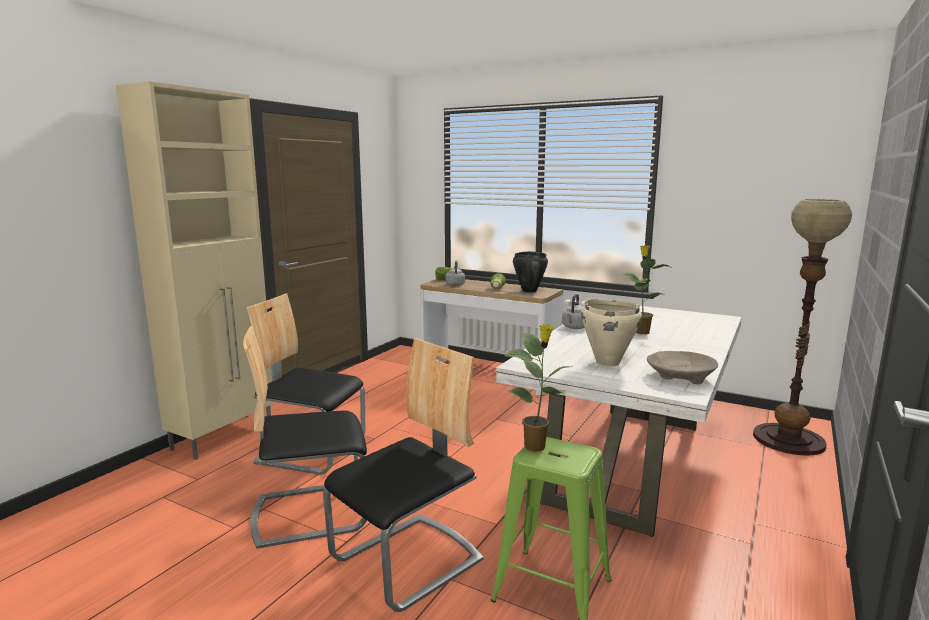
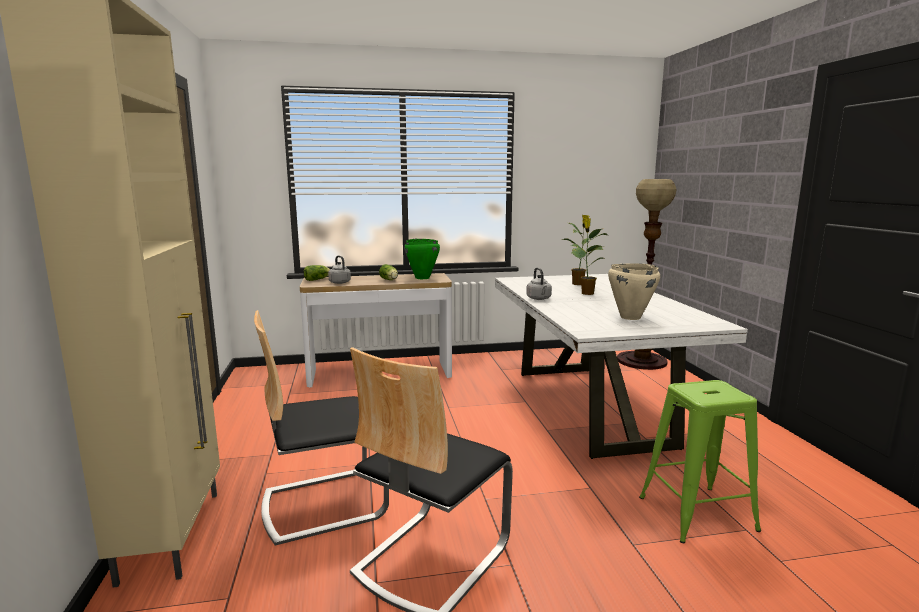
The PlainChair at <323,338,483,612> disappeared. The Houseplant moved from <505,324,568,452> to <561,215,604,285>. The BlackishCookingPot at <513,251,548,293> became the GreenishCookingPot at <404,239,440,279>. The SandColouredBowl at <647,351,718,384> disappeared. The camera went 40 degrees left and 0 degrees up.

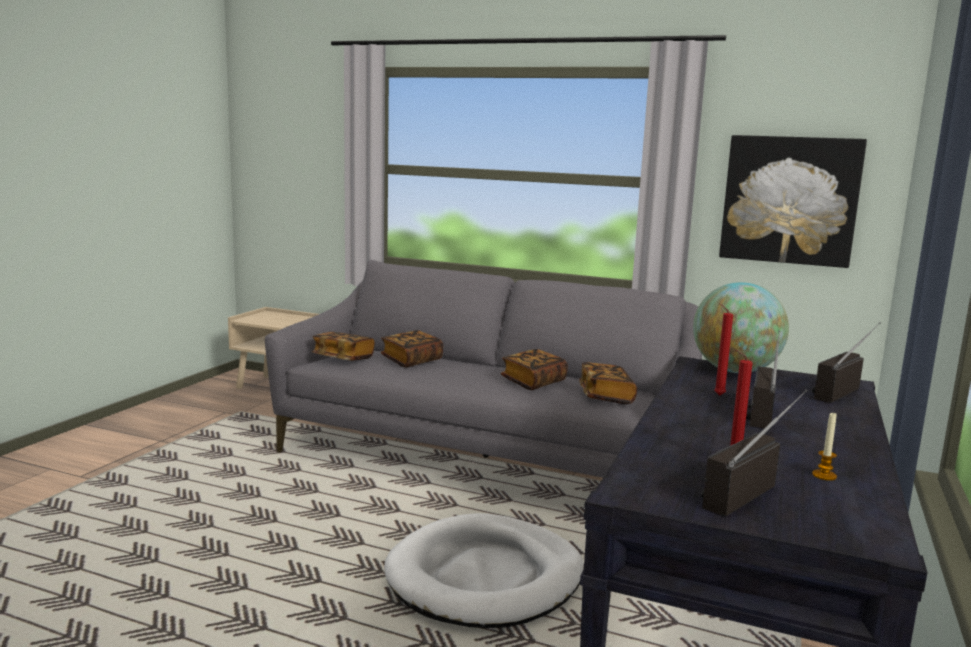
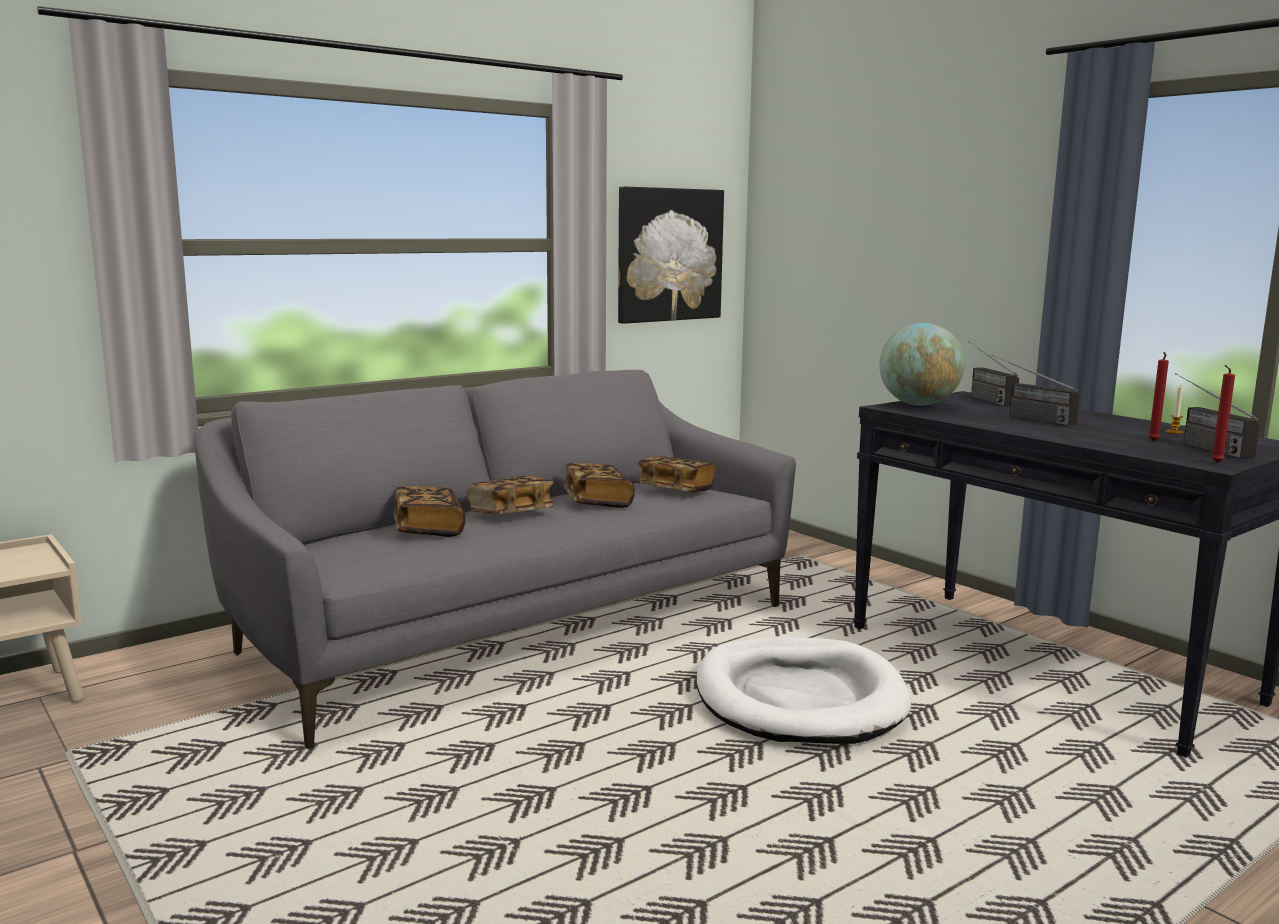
The Volume moved from <312,332,375,361> to <467,476,555,514>. The ReddishCandle moved from <714,303,733,396> to <1211,365,1235,463>. The camera went 60 degrees left and 0 degrees up.

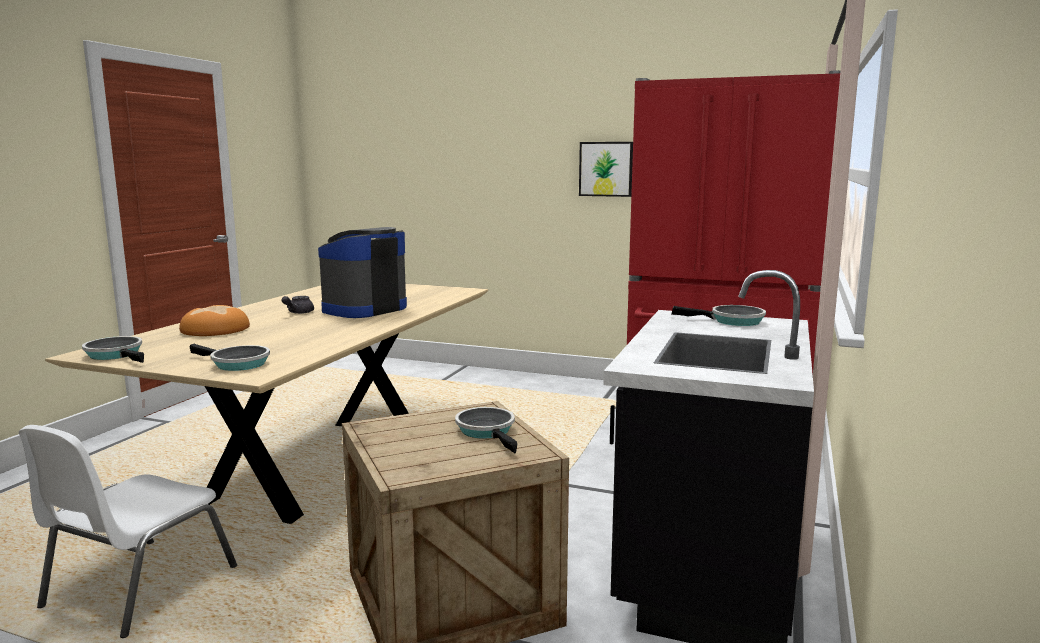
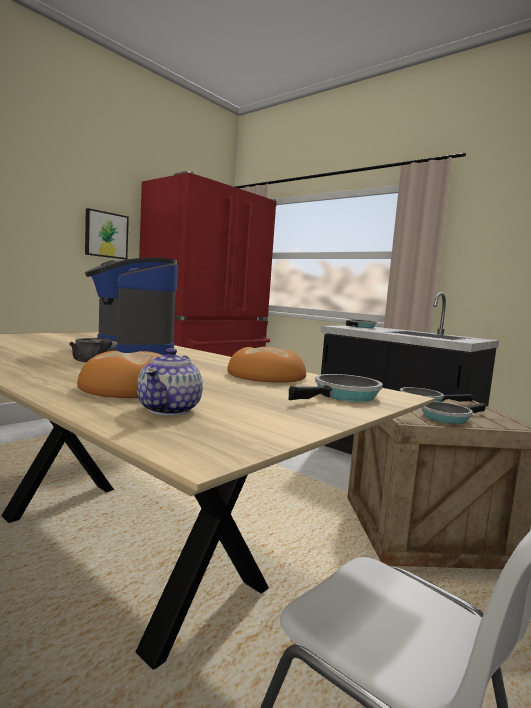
The FryingPan moved from <82,336,144,363> to <421,401,486,424>. The PotForTea at <137,348,203,416> appeared. The BakeryBread at <227,347,306,383> appeared. The camera went 70 degrees left and 5 degrees down.

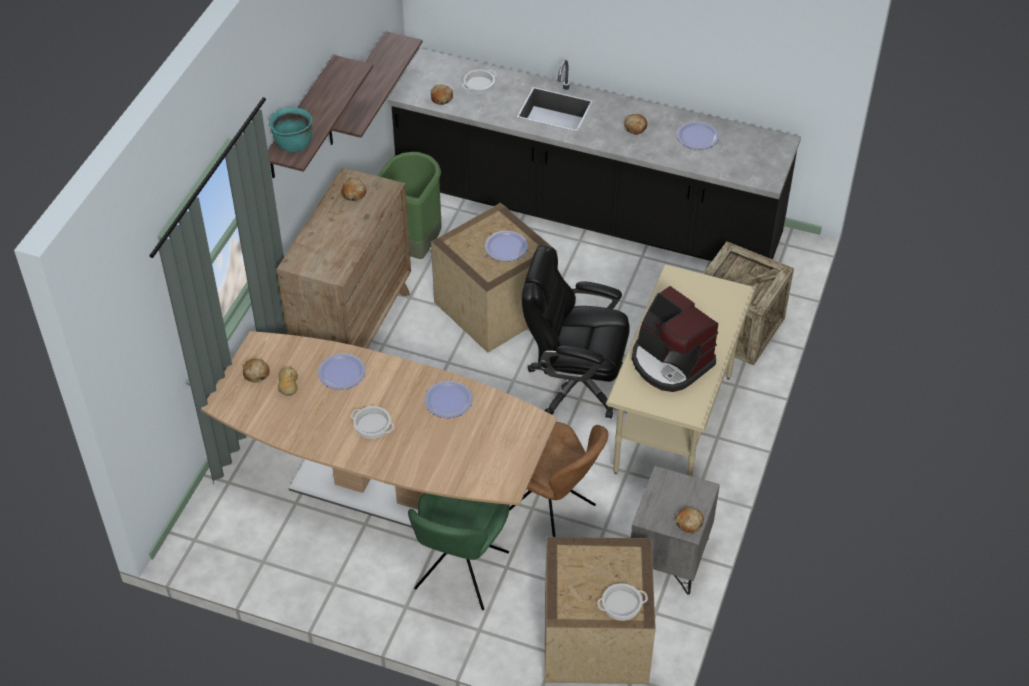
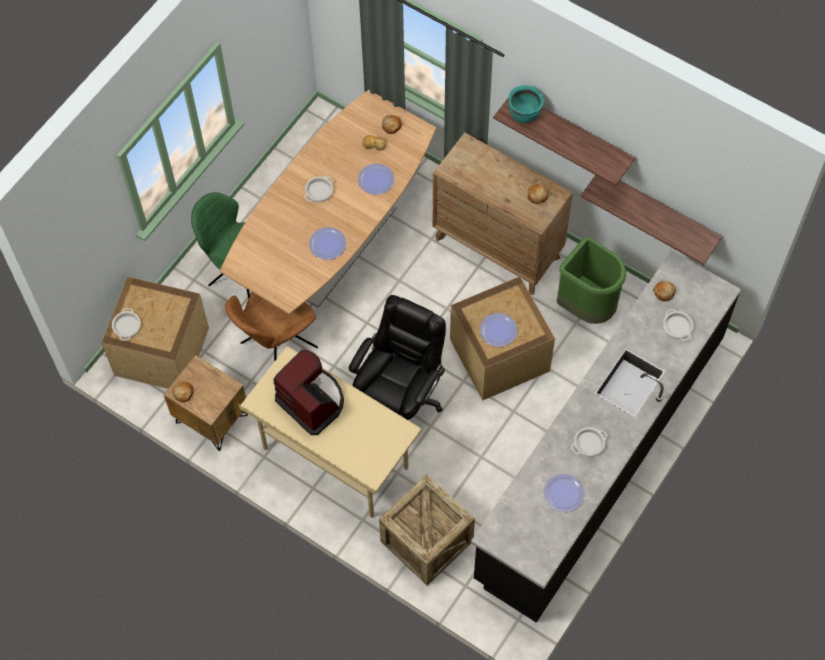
The BakeryBread at <624,114,647,135> was replaced by the CookingPot at <571,427,607,457>. The GreyBedsideTable at <631,466,720,595> became the BrownColouredBedsideTable at <164,355,248,451>. The CoffeeMaker at <632,286,718,392> turned 75 degrees clockwise. The camera went 105 degrees right and 15 degrees up.

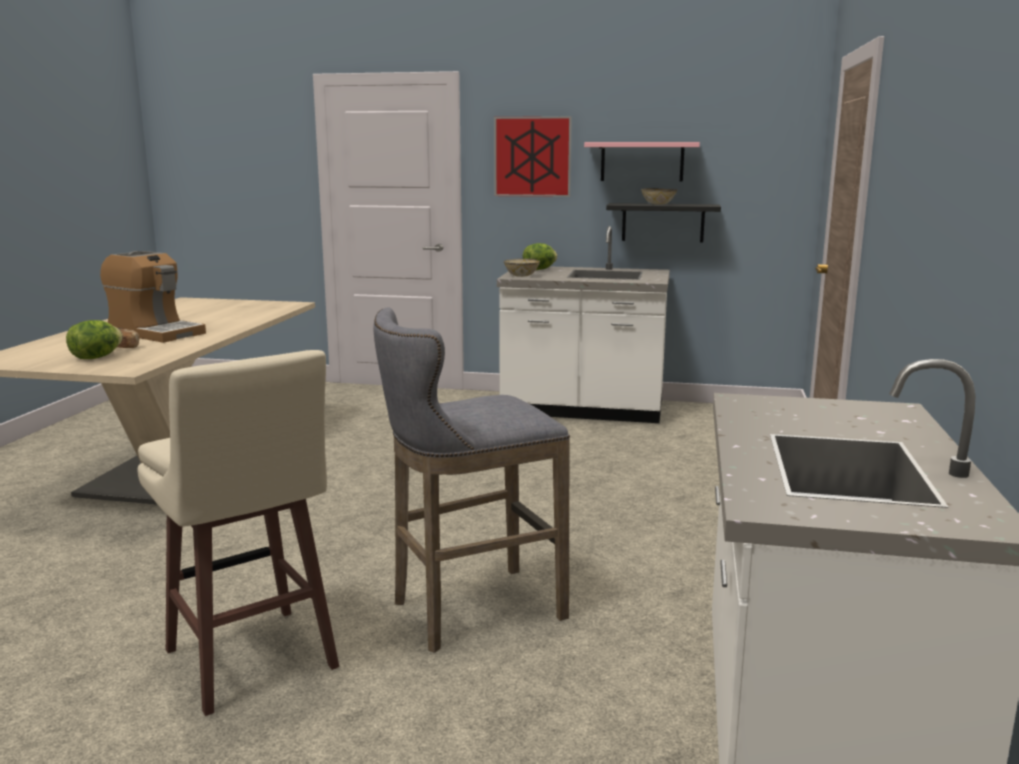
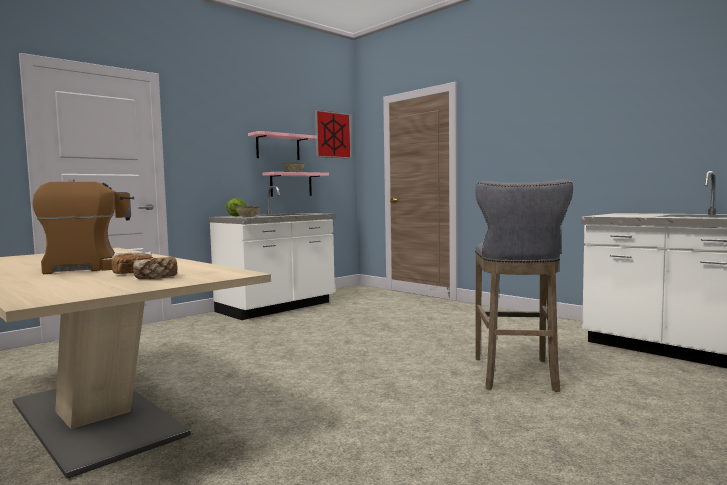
The LettuceHead at <66,320,123,359> was replaced by the BakeryBread at <133,257,177,279>. The SandColouredStool at <137,350,339,716> disappeared. The WallArt moved from <494,116,572,197> to <315,110,352,159>. The BlackishWallShelf at <606,203,721,243> became the PinkColouredWallShelf at <262,172,329,197>. The camera went 55 degrees left and 10 degrees down.

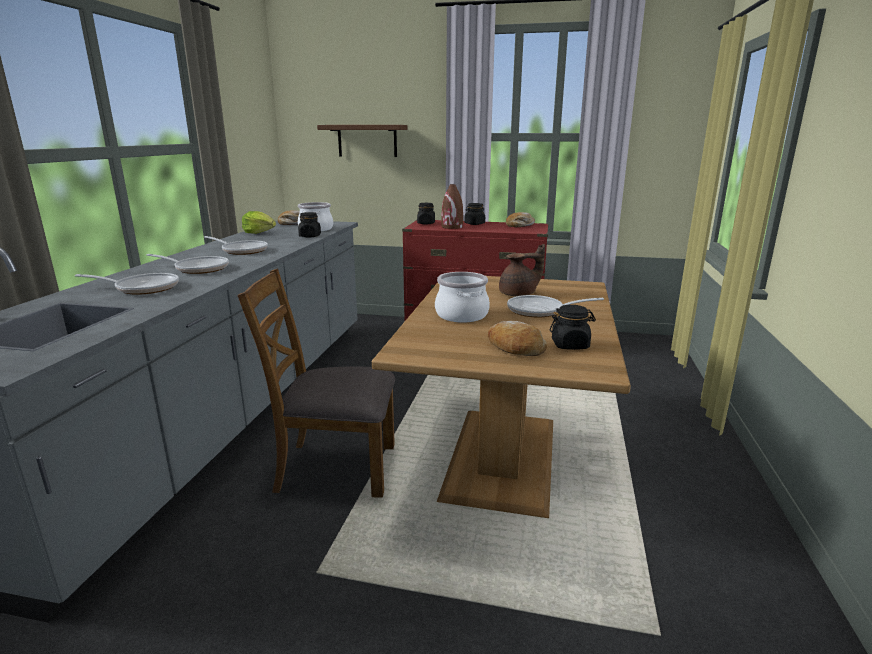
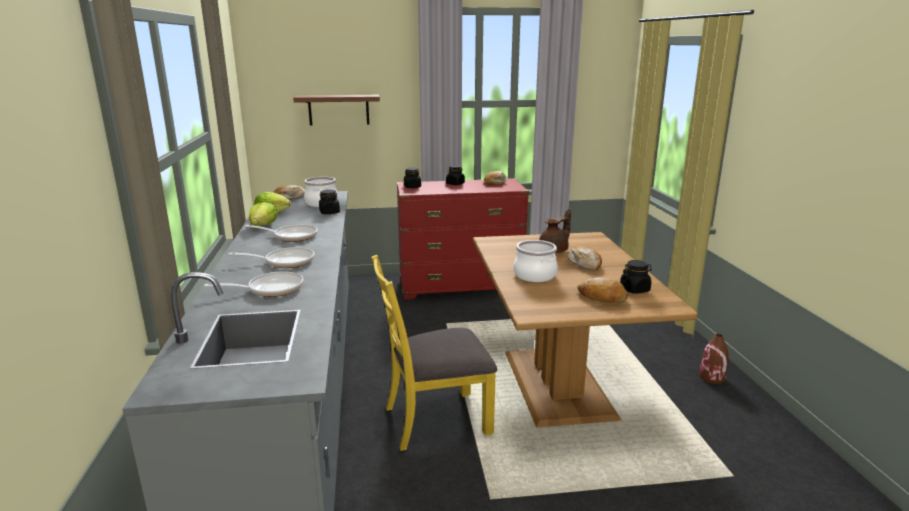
The BrownColouredPlainChair at <237,268,395,498> became the YellowColouredPlainChair at <371,255,497,451>. The BrownColouredVase moved from <441,184,463,229> to <699,334,729,384>. The FryingPan at <507,295,604,317> was replaced by the BakeryBread at <568,246,602,271>. The LettuceHead at <249,202,278,226> appeared. The camera went 20 degrees left and 0 degrees up.

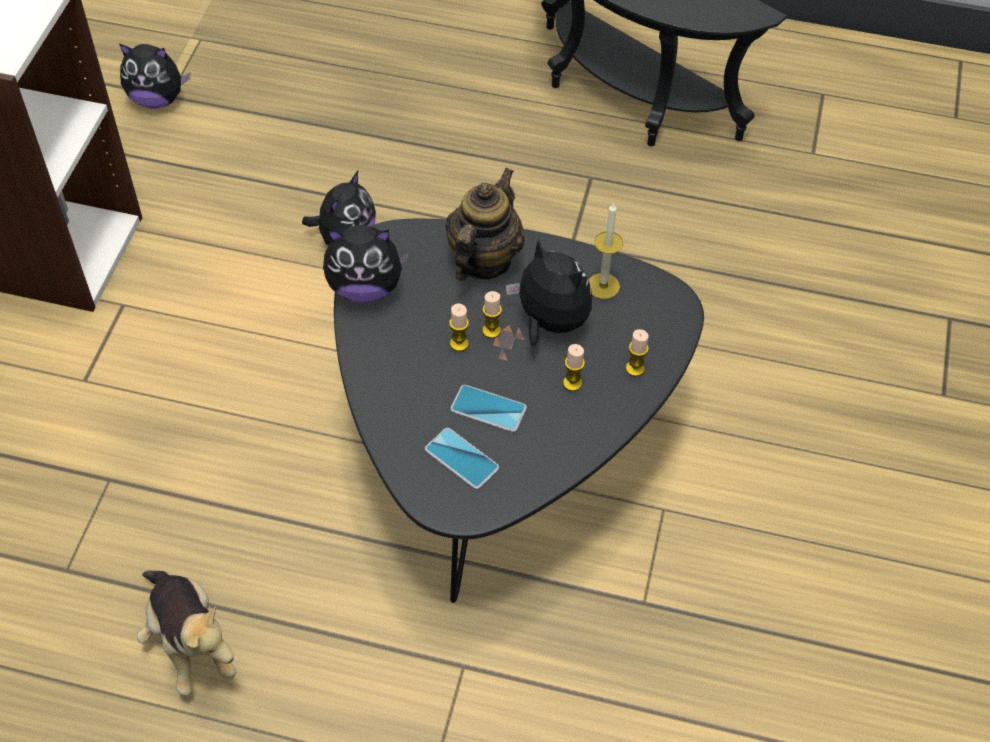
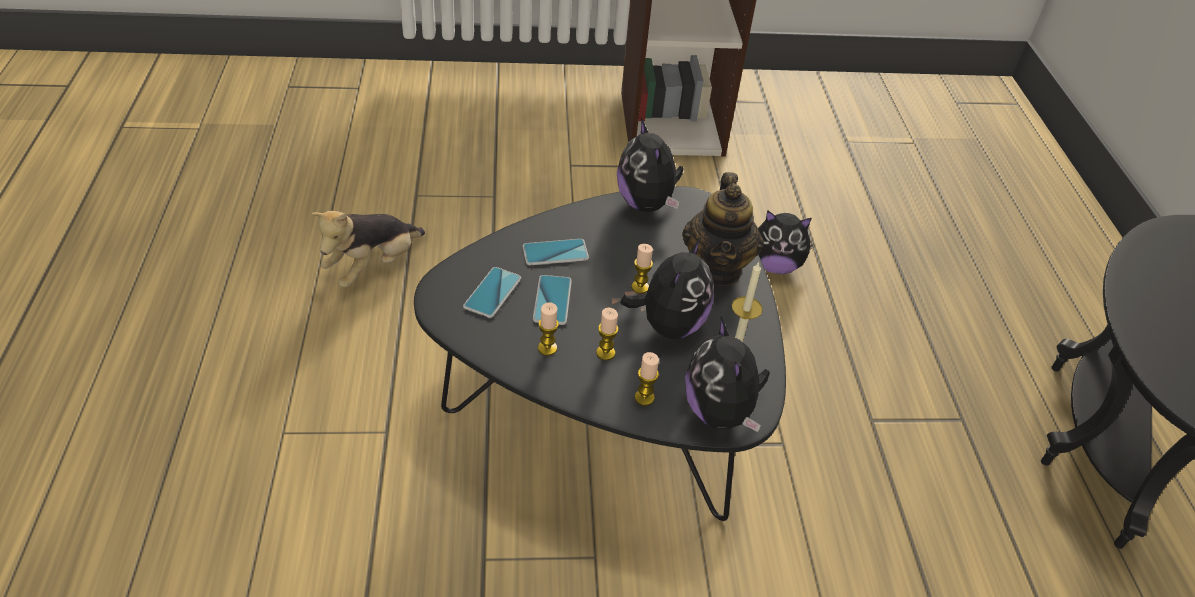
The PlushToy moved from <119,43,190,108> to <685,317,770,432>. The PotForTea at <445,168,525,281> turned 90 degrees clockwise. The Candle moved from <449,303,469,351> to <538,302,559,356>. The Telephone at <522,239,589,265> appeared. The camera went 70 degrees right and 10 degrees down.

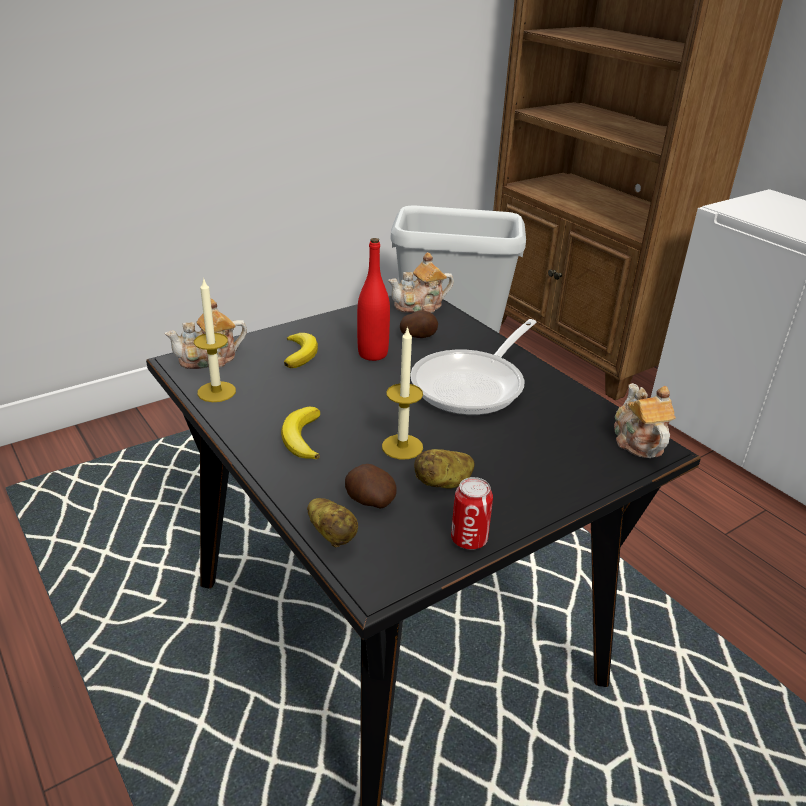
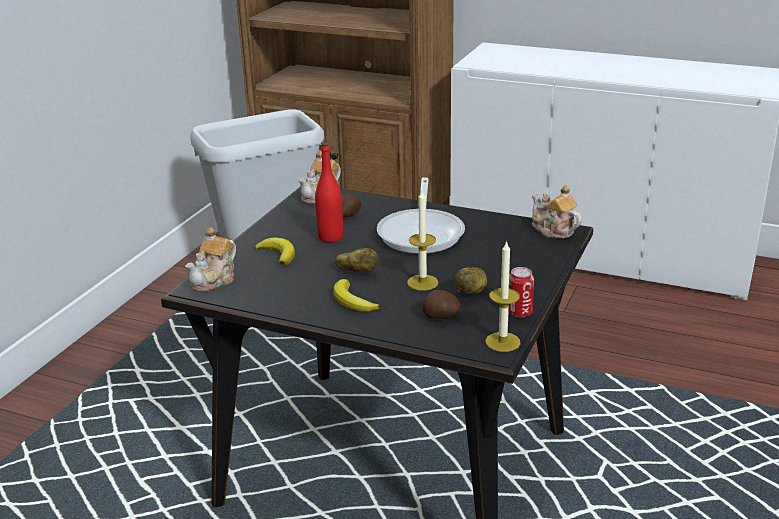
The Candle moved from <194,278,236,402> to <485,240,521,352>. The Potato moved from <307,498,358,547> to <336,248,379,272>. The camera went 30 degrees left and 5 degrees down.

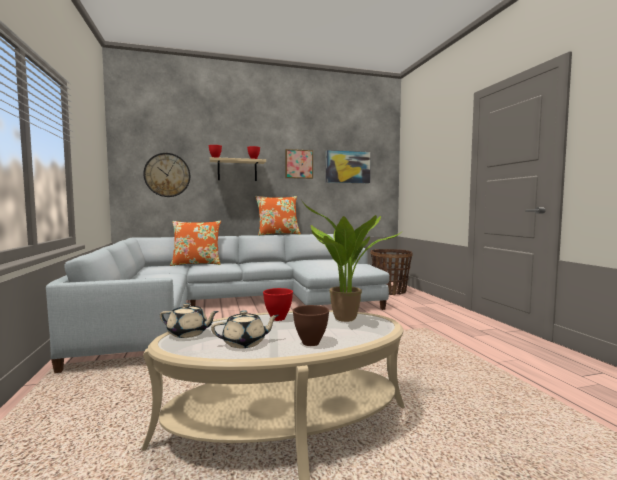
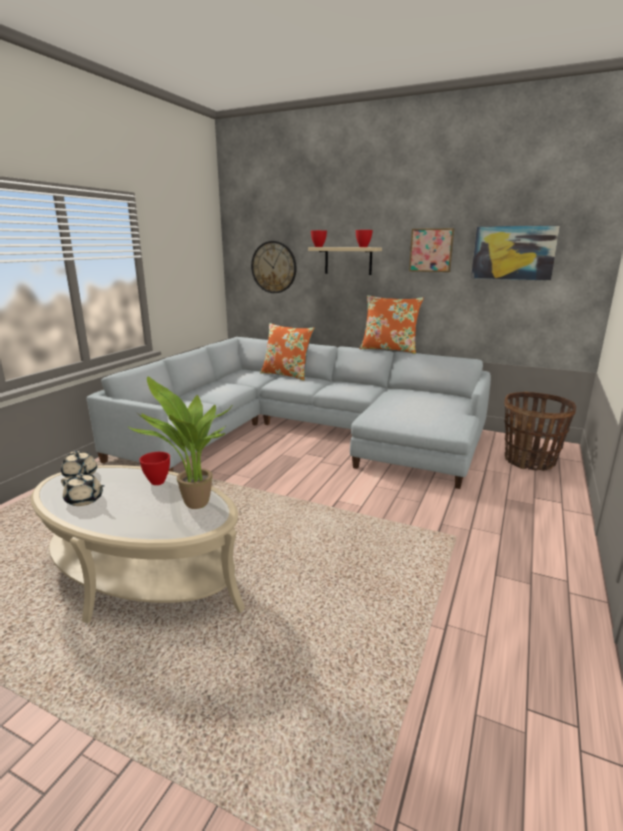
The BrownColouredBowl at <293,305,329,346> disappeared. The camera went 40 degrees right and 15 degrees up.

